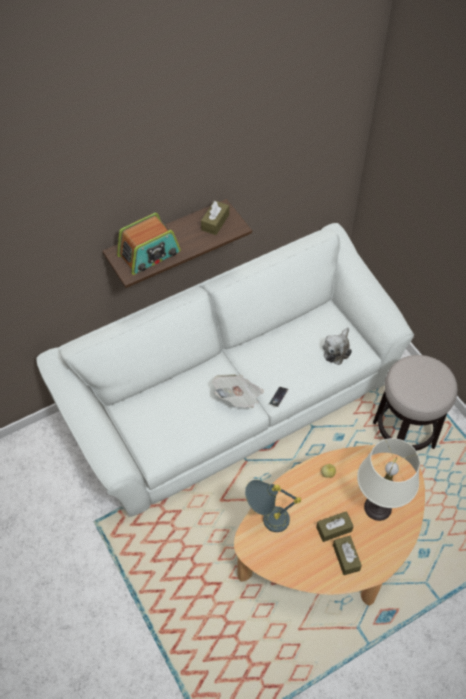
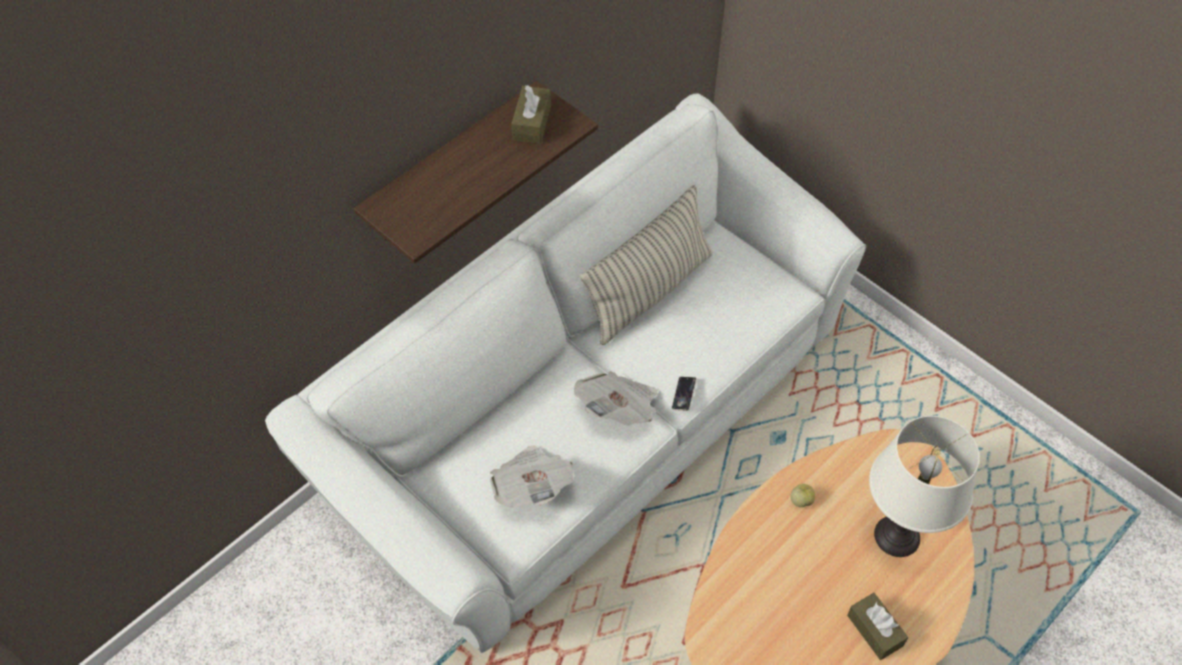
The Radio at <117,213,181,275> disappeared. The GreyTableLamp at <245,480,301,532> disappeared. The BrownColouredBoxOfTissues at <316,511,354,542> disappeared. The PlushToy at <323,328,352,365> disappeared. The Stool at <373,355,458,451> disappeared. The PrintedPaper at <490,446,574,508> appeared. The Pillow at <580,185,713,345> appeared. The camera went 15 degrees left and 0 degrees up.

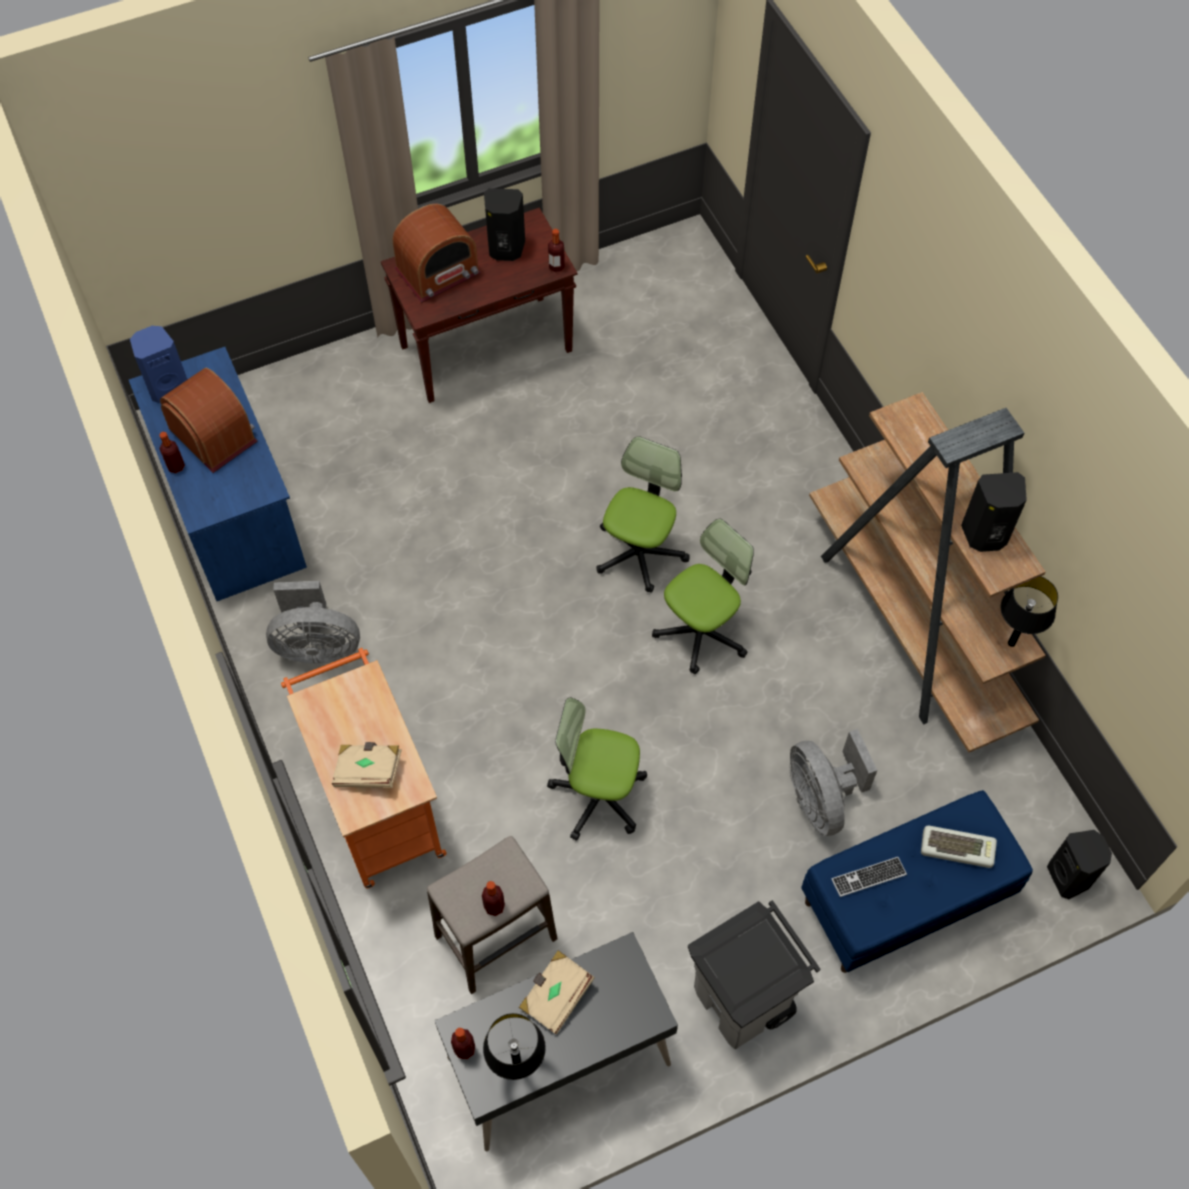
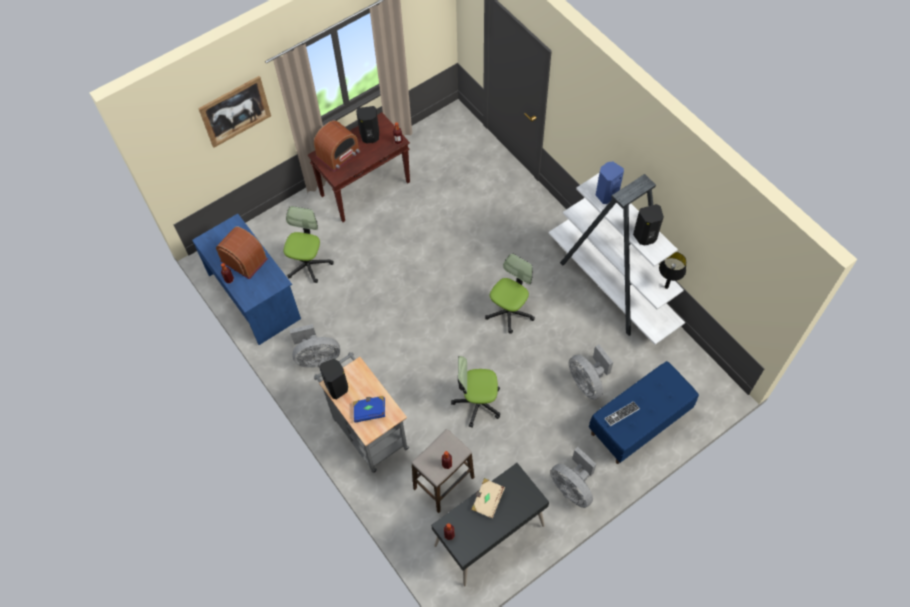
The BlueColouredLoudspeaker moved from <130,326,188,403> to <596,162,624,204>. The OrangeCart at <281,648,447,889> became the GreyCart at <314,352,409,473>. The SandColouredVolume at <332,742,402,788> became the BlueColouredVolume at <353,396,385,423>. The BlackishTableLamp at <483,1013,546,1080> disappeared. The OfficeChair moved from <596,436,690,593> to <284,206,334,283>. The GreyRubbishBin at <688,900,820,1049> was replaced by the GreyFan at <550,447,596,508>. The BrownColouredBookcase at <809,392,1046,753> became the WhiteBookcase at <549,173,685,345>. The ComputerKeyboard at <921,825,997,868> disappeared. The BlackishLoudspeaker moved from <1047,830,1112,900> to <319,359,348,399>. The WallArt at <198,76,271,148> appeared. The camera went 10 degrees left and 0 degrees up.

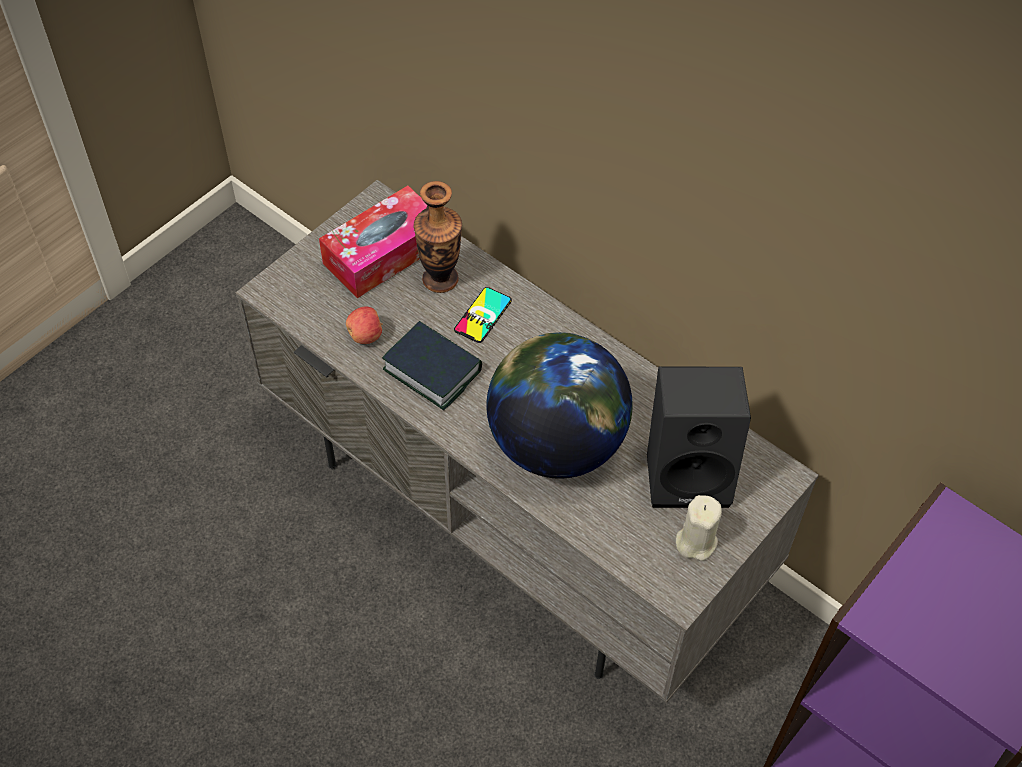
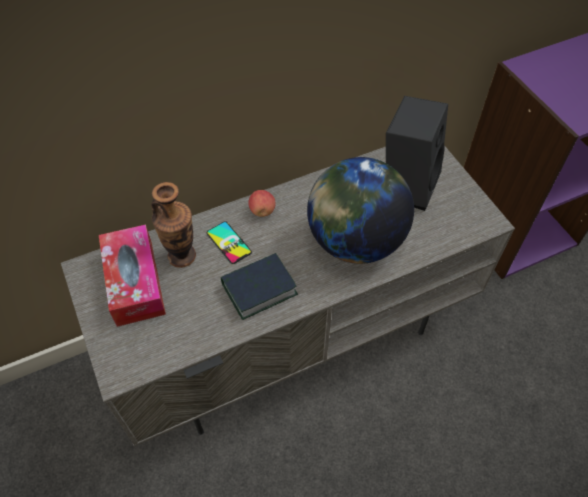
The Apple moved from <346,306,383,344> to <248,190,276,217>. The SandColouredCandle at <676,495,722,561> disappeared. The camera went 65 degrees left and 0 degrees up.

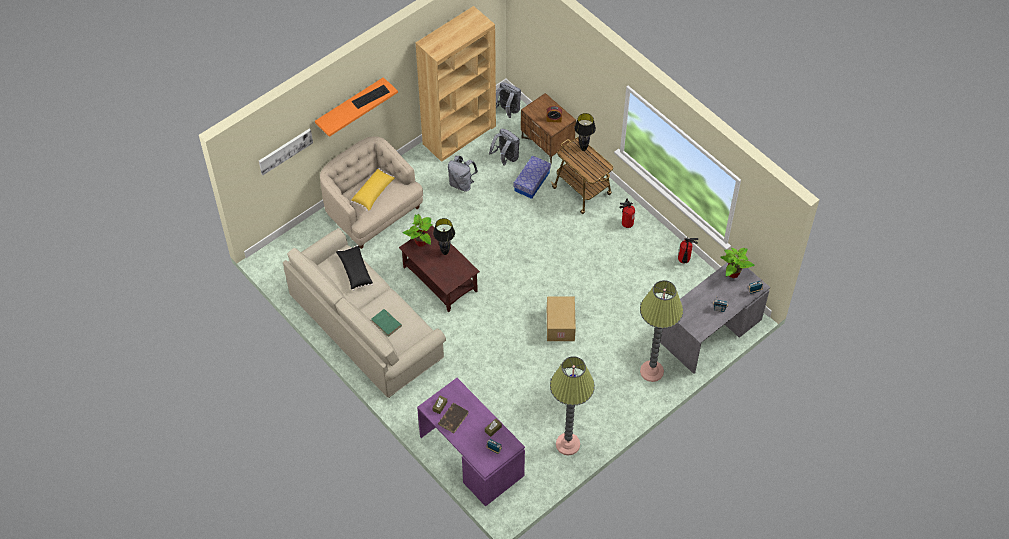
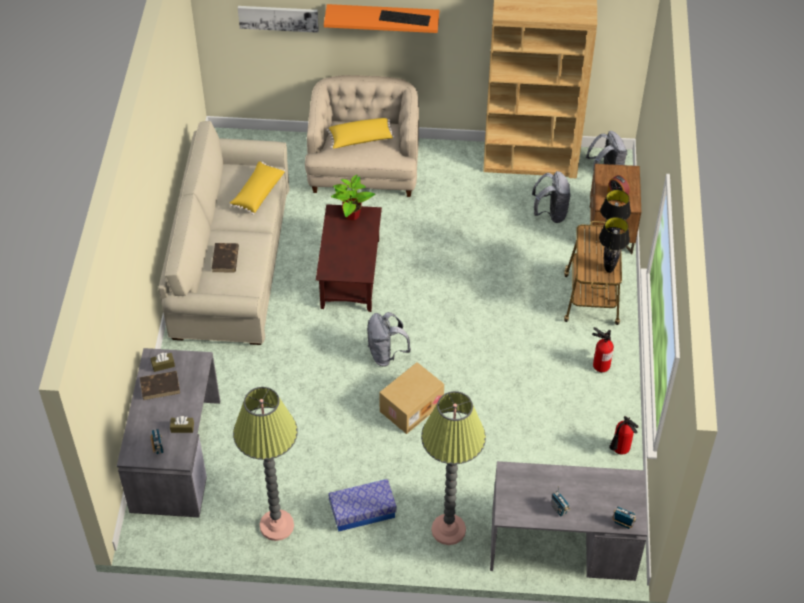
The BlackishPillow at <336,245,373,291> became the YellowColouredPillow at <230,161,285,215>. The GreenishVolume at <371,309,402,337> became the BrownColouredVolume at <212,243,239,273>. The PurpleColouredDeskTable at <417,378,525,507> became the GreyDeskTable at <117,348,220,518>. The BlackishTableLamp moved from <433,218,455,255> to <599,217,630,273>. The GreyBackpack moved from <448,156,478,192> to <367,312,411,367>. The StorageBin moved from <514,155,551,199> to <328,479,397,532>. The Houseplant at <721,248,755,278> disappeared. The camera went 45 degrees right and 5 degrees down.

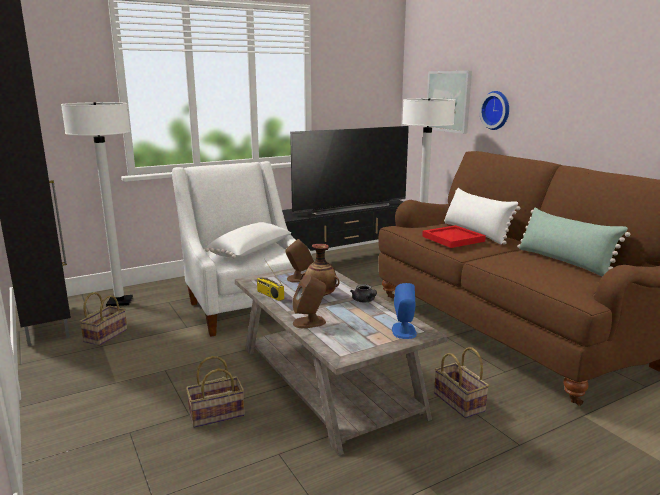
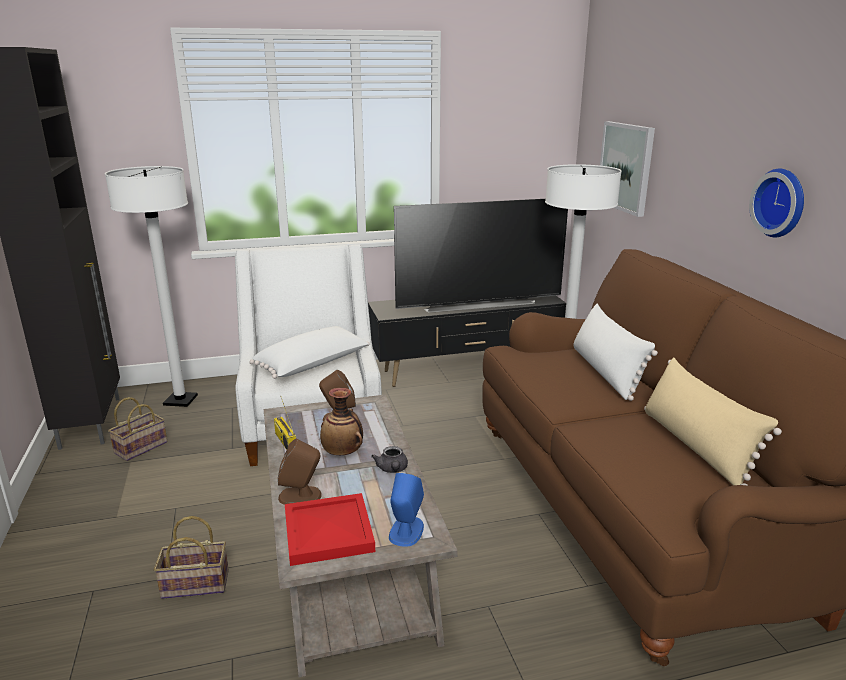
The ReddishTray moved from <422,225,486,248> to <285,493,375,566>. The HouseholdBasket at <434,347,489,418> disappeared. The HangingClock moved from <479,91,509,130> to <749,168,804,237>. The GreenishPillow at <517,208,630,276> became the SandColouredPillow at <644,357,782,485>. The camera went 15 degrees right and 5 degrees up.

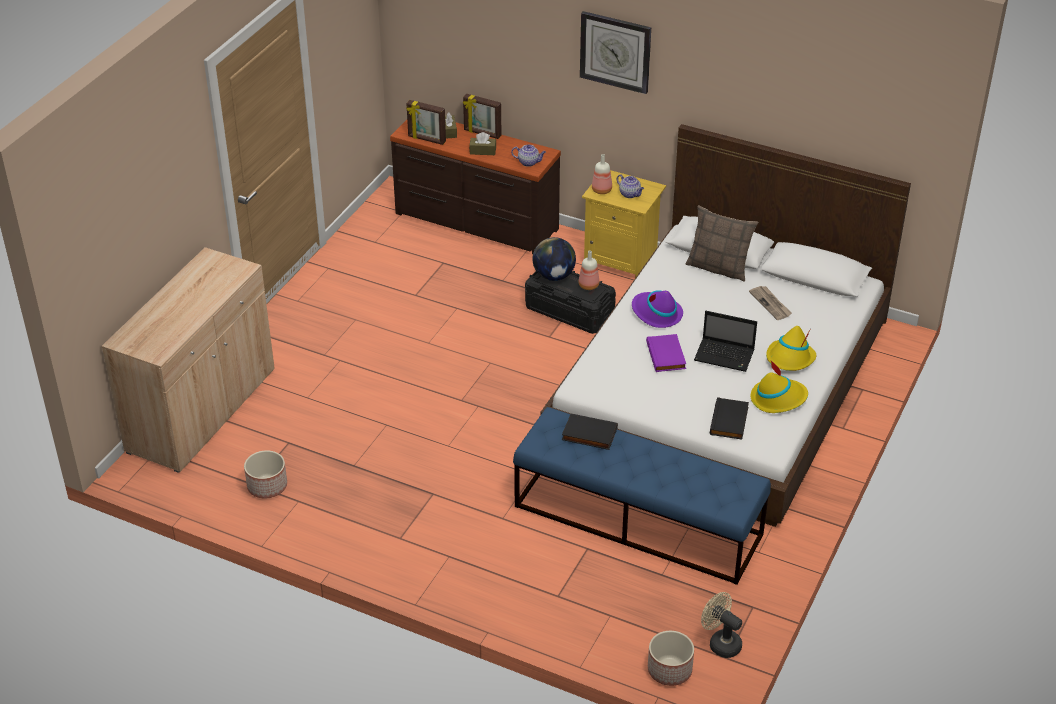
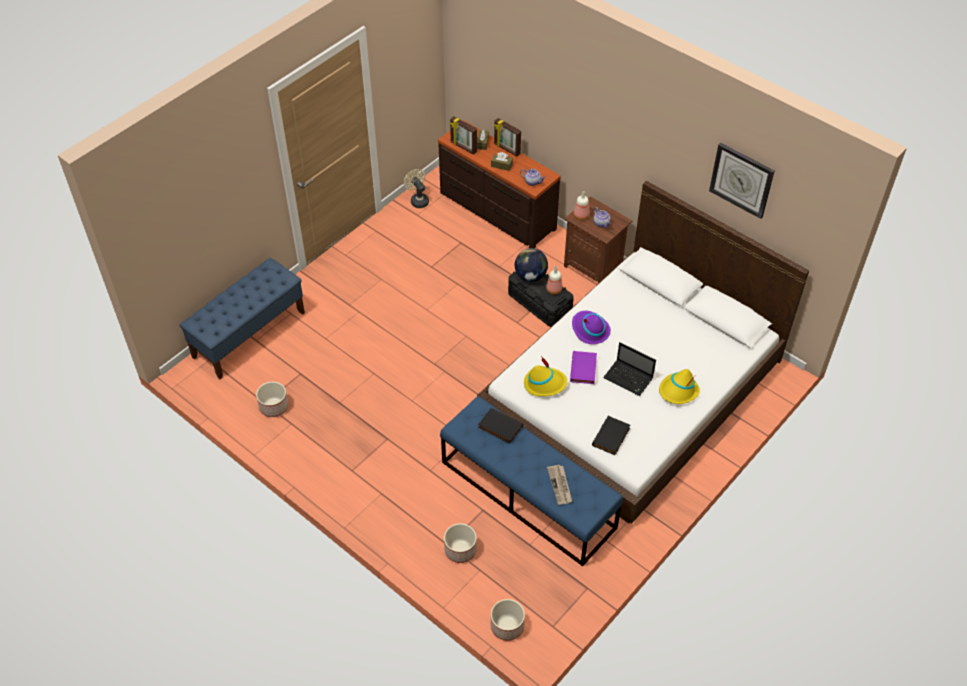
The SandColouredCupboard at <102,247,275,473> was replaced by the BlueColouredLongSeat at <180,258,305,379>. The HangingClock moved from <580,11,651,94> to <709,143,775,219>. The YellowColouredBedsideTable at <582,170,666,278> became the BrownColouredBedsideTable at <564,196,633,284>. The Pillow at <686,205,758,281> disappeared. The SandColouredFan moved from <701,592,742,658> to <404,169,429,208>. The PrintedPaper moved from <749,286,792,320> to <547,465,572,505>. The YellowColouredClothingHat moved from <751,361,808,413> to <524,356,567,397>. The PlantPot at <444,523,477,563> appeared. The camera went 15 degrees right and 10 degrees up.

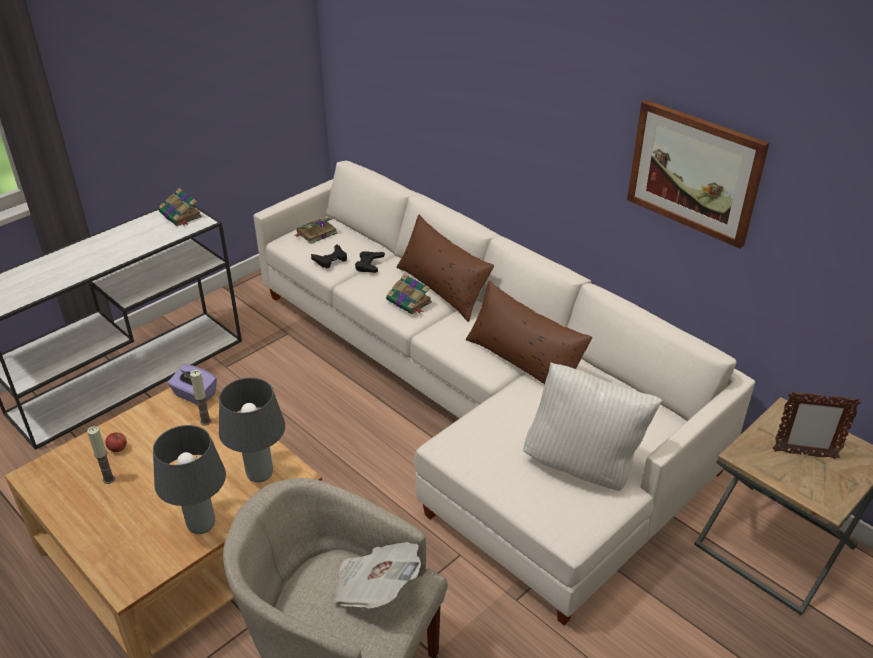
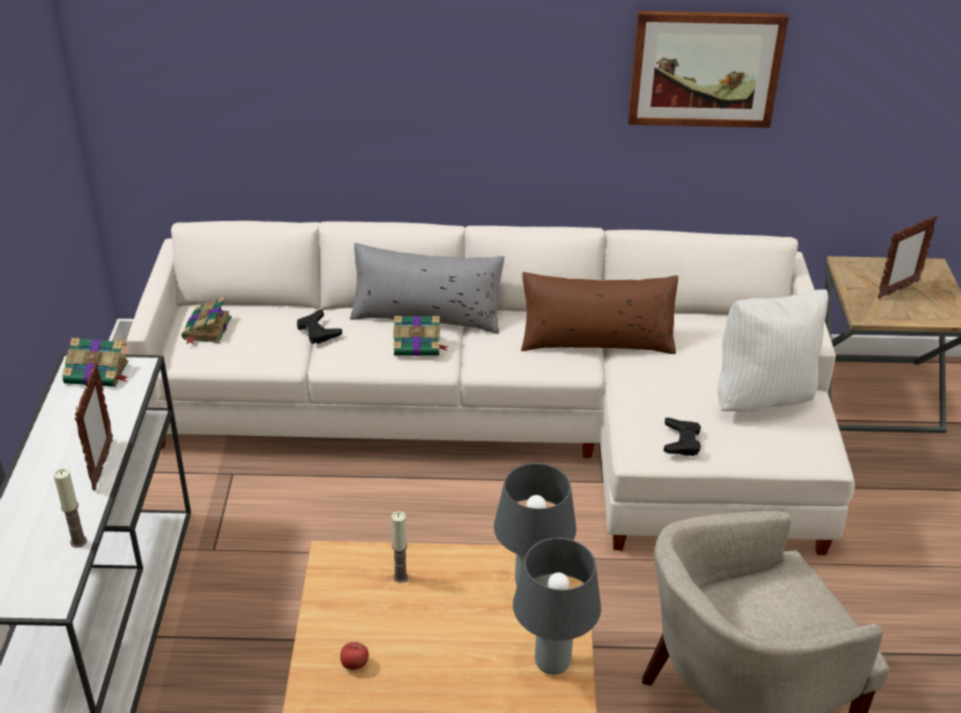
The Candle moved from <87,426,115,484> to <53,468,87,548>. The PurpleColouredBoxOfTissues at <168,364,217,405> disappeared. The BlackishGameController moved from <311,244,347,269> to <664,418,701,456>. The PrintedPaper at <333,542,421,609> disappeared. The BrownColouredPillow at <396,215,494,322> became the GreyPillow at <350,243,504,334>. The PhotoFrame at <75,362,113,491> appeared. The camera went 45 degrees left and 0 degrees up.

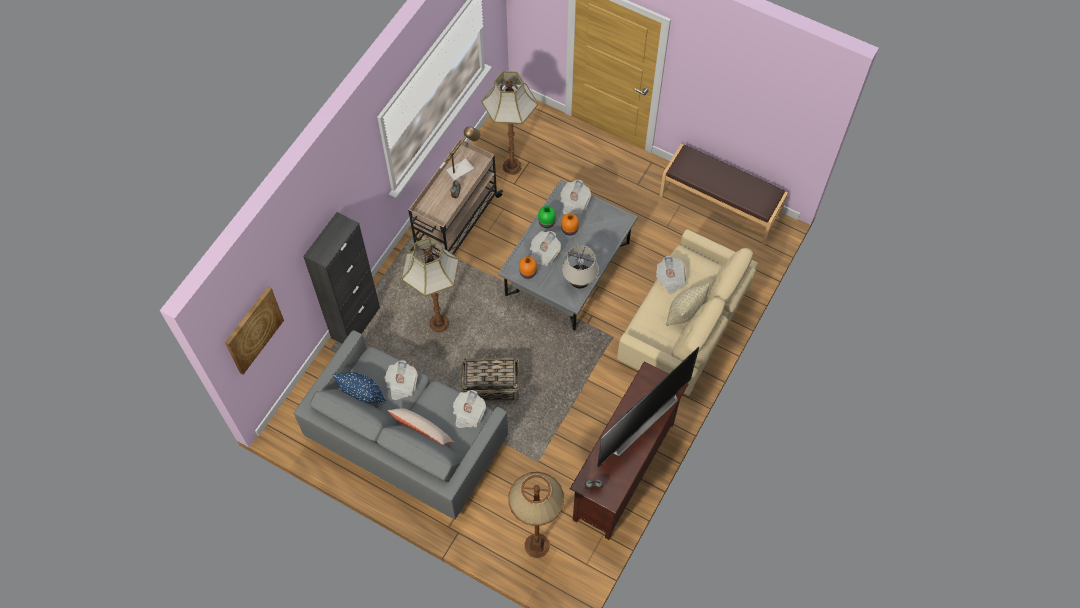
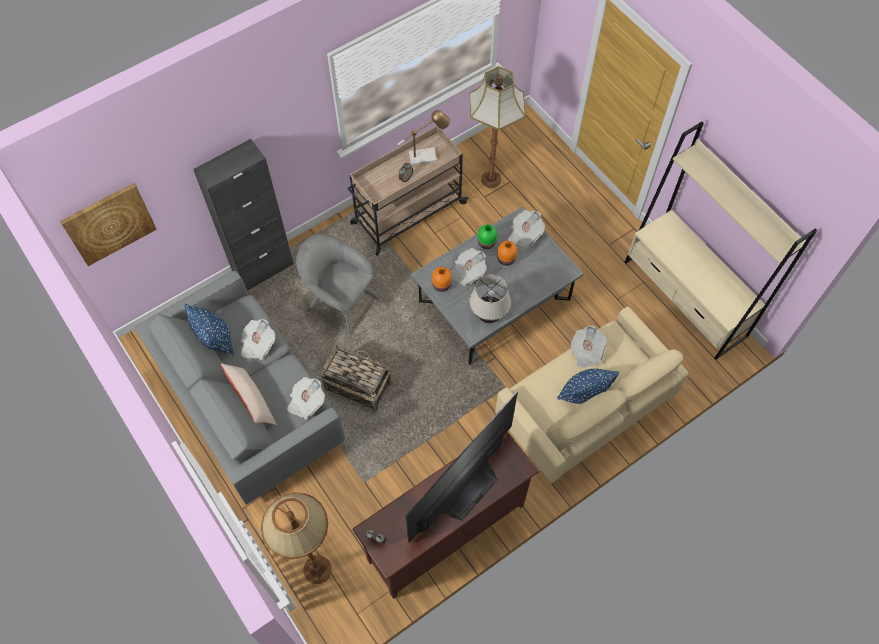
The StandingLamp at <401,237,459,333> was replaced by the GreyArmchair at <296,234,380,337>. The TvSet at <597,347,699,467> turned 150 degrees clockwise. The BrownColouredLongSeat at <660,144,788,245> was replaced by the SandColouredBookcase at <625,122,817,360>. The SandColouredPillow at <665,283,710,326> became the BlueColouredPillow at <557,369,619,404>. The camera went 25 degrees right and 0 degrees up.

